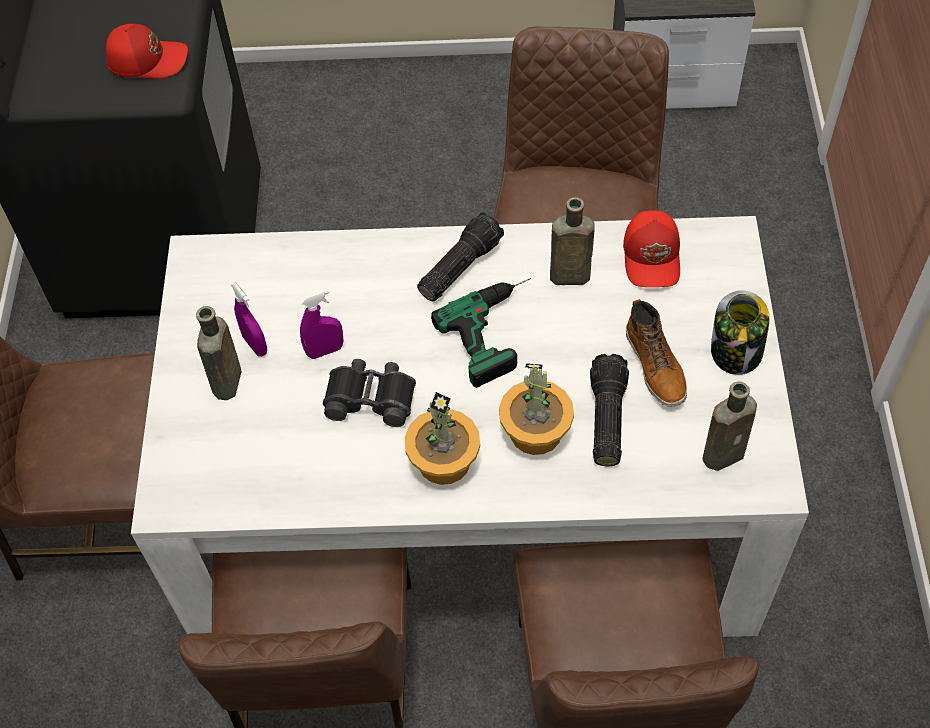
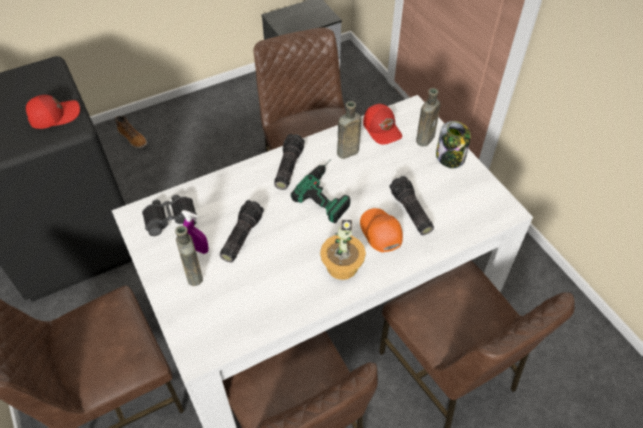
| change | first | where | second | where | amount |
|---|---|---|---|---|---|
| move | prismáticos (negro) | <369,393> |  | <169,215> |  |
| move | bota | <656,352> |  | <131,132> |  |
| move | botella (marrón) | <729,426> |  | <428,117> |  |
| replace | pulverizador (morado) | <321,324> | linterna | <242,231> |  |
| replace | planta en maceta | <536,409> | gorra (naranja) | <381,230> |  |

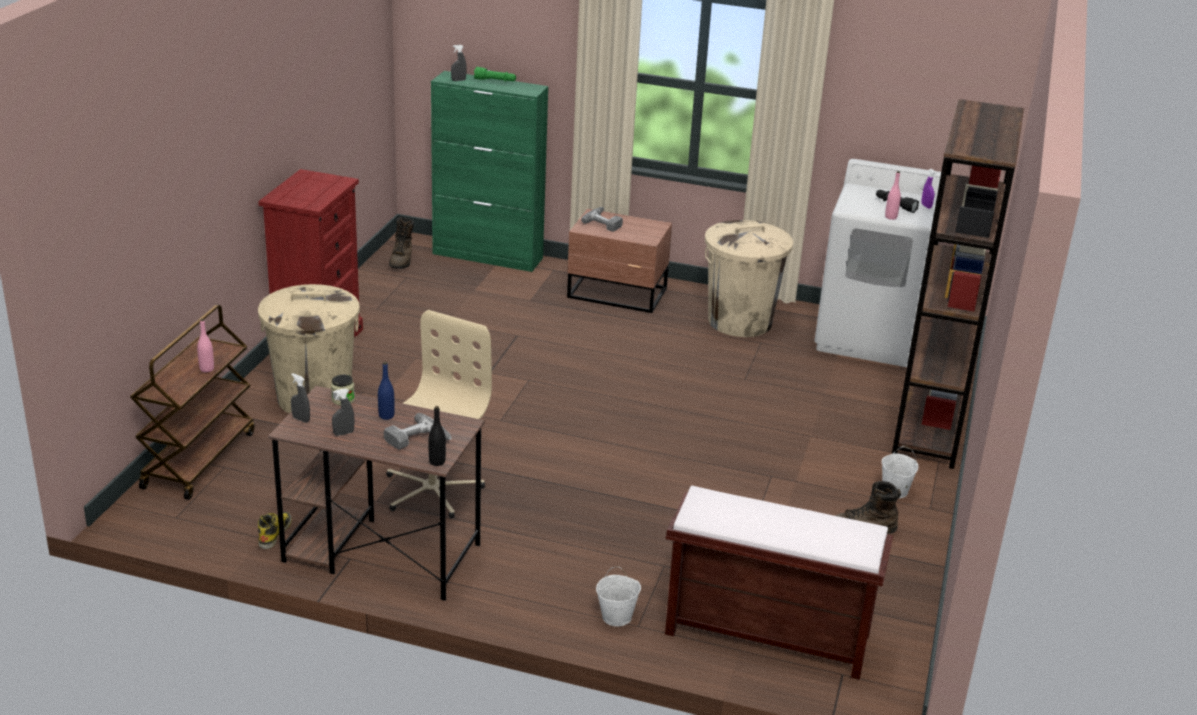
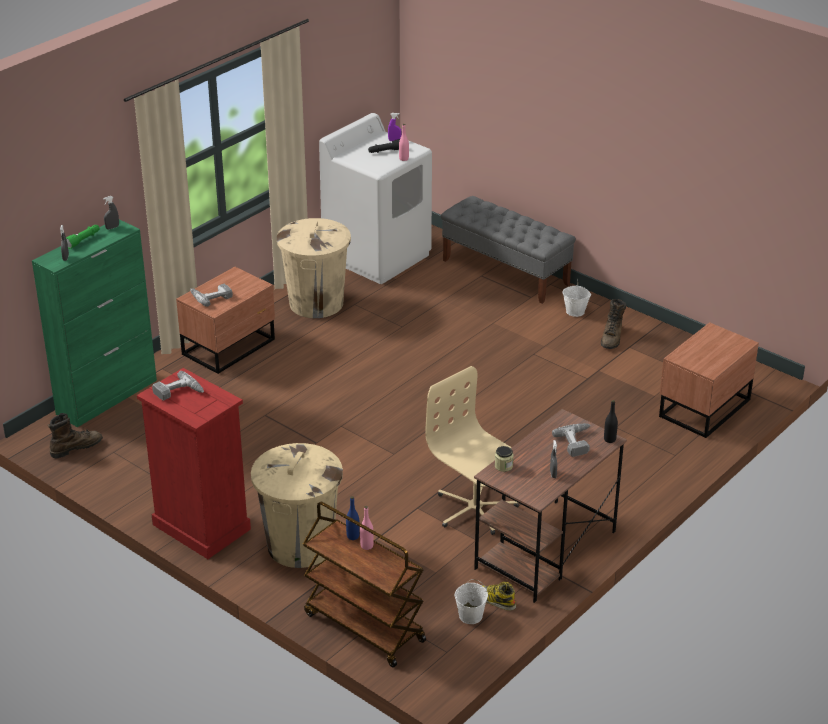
| change | first | where | second | where | amount |
|---|---|---|---|---|---|
| insert |  |  | taladro | <178,386> |  |
| move | pulverizador (gris) | <300,398> |  | <111,213> |  |
| move | botella (azul) | <386,391> |  | <353,518> |  |
| move | cubo (blanco) | <618,596> |  | <471,601> |  |
| replace | banco (marrón) | <779,583> | mesita de noche (marrón) | <709,380> |  |
| replace | estantería (marrón) | <958,284> | banco (gris) | <508,250> |  |
| rotate | bota (marrón) | <401,243> |  | <75,435> | 60 degrees counterclockwise |

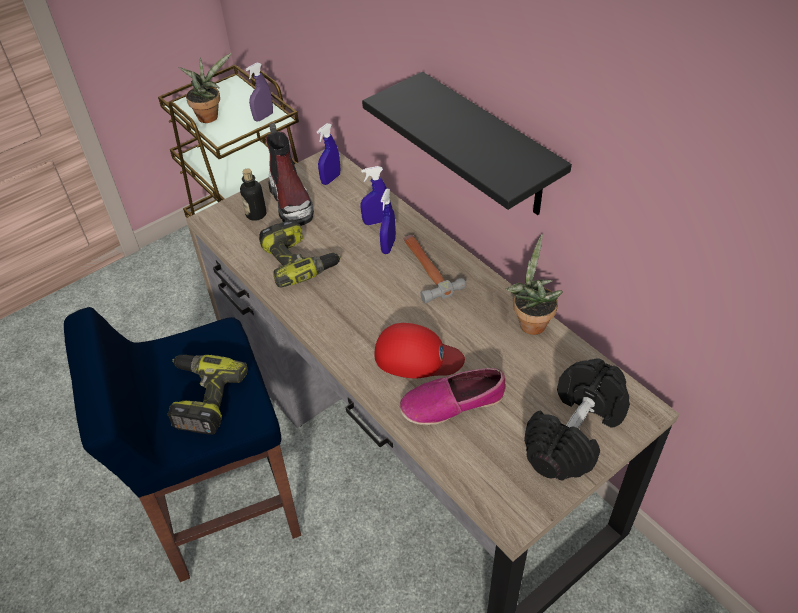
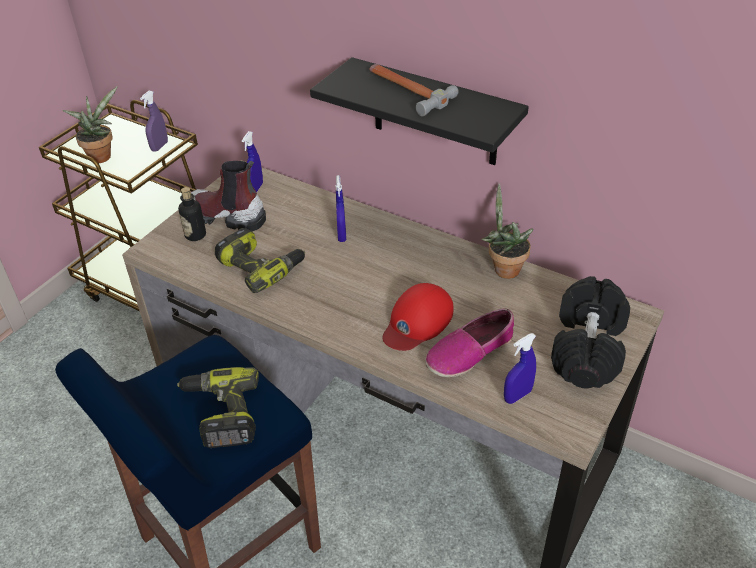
| change | first | where | second | where | amount |
|---|---|---|---|---|---|
| move | pulverizador (azul) | <374,195> |  | <520,368> |  |
| move | martillo | <435,269> |  | <413,90> |  |
| rotate | bota | <290,174> |  | <228,196> | 150 degrees clockwise |
| rotate | gorra (rojo) | <419,350> |  | <417,317> | 135 degrees clockwise |

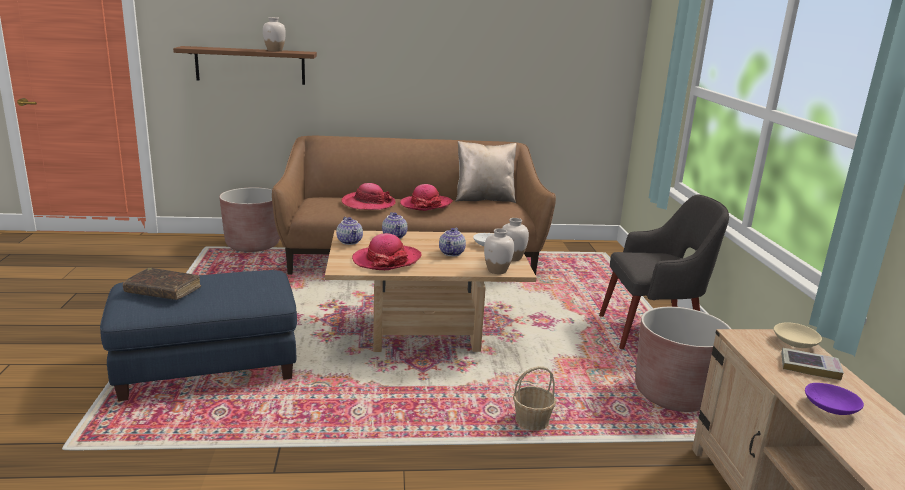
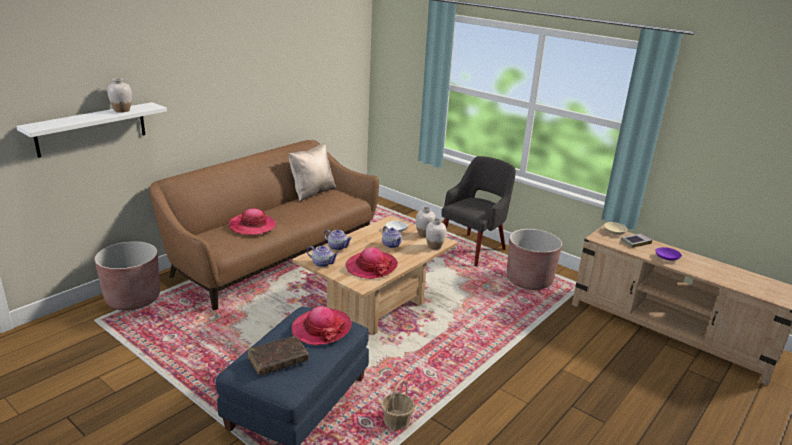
| change | first | where | second | where | amount |
|---|---|---|---|---|---|
| move | sombrero | <426,197> |  | <321,325> |  |
| move | cesta | <534,398> |  | <398,404> |  |
| recolor | estante (marrón) | <245,65> | estante (blanco) | <91,130> |  |

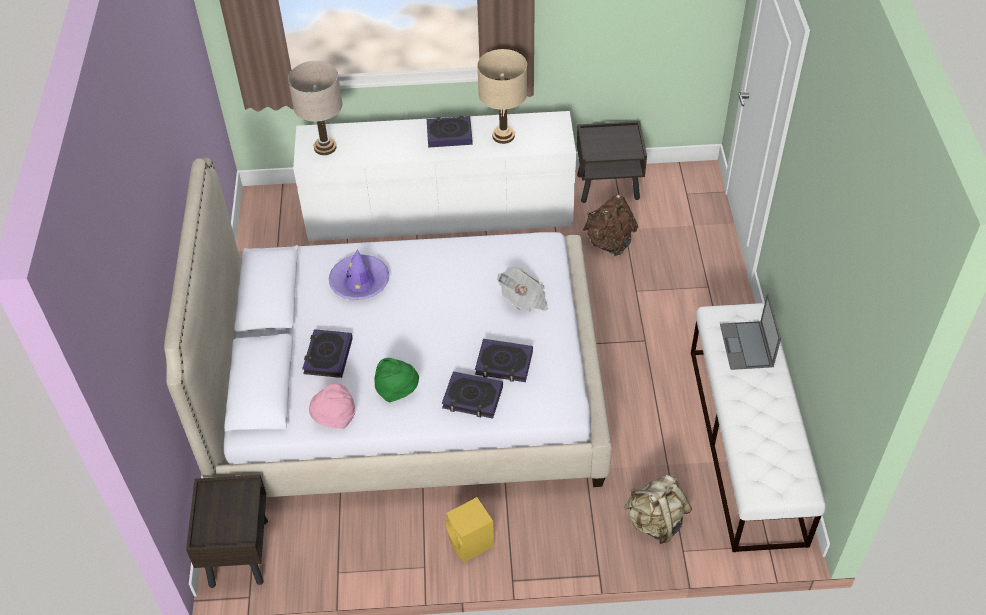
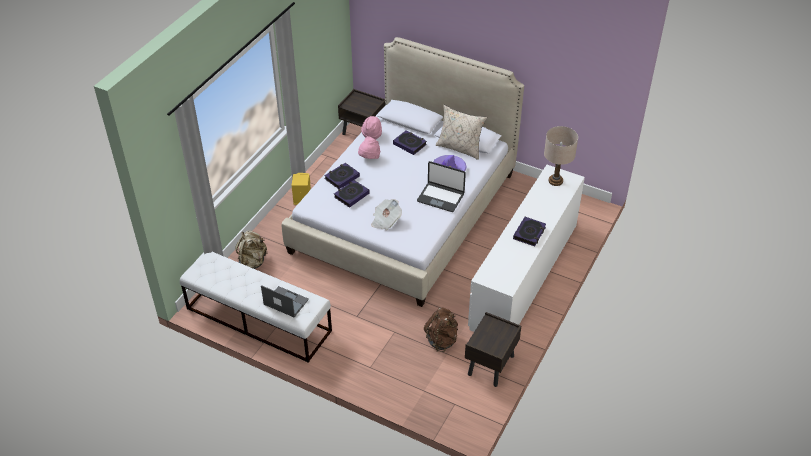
| change | first | where | second | where | amount |
|---|---|---|---|---|---|
| delete | lámpara de mesa (beis) | <502,96> |  |  |  |
| insert |  |  | portátil | <441,186> |  |
| insert |  |  | cojín (beis) | <461,132> |  |
| recolor | sombrero (verde) | <396,380> | sombrero (rosa) | <369,148> |  |

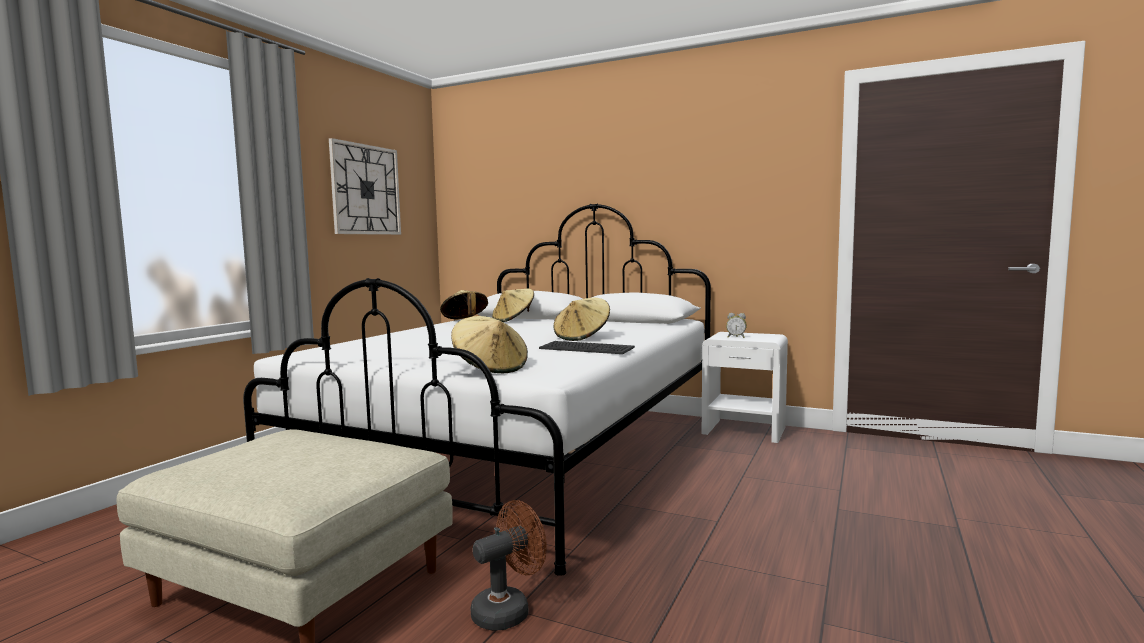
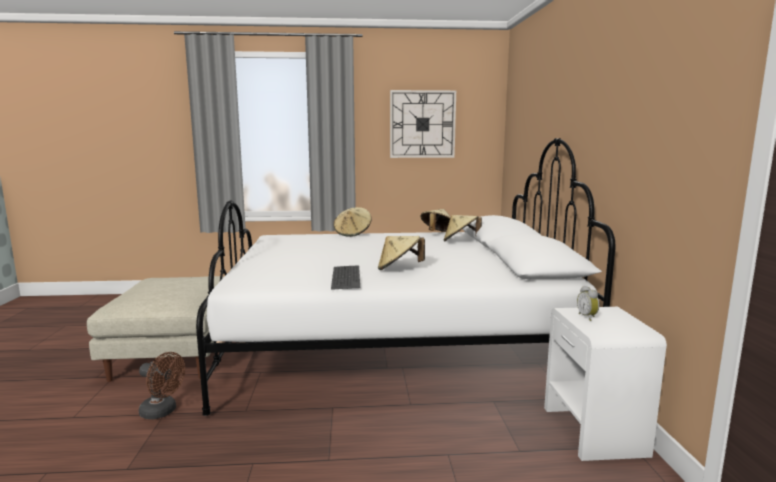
| change | first | where | second | where | amount |
|---|---|---|---|---|---|
| move | sombrero (beis) | <489,344> |  | <353,222> |  |

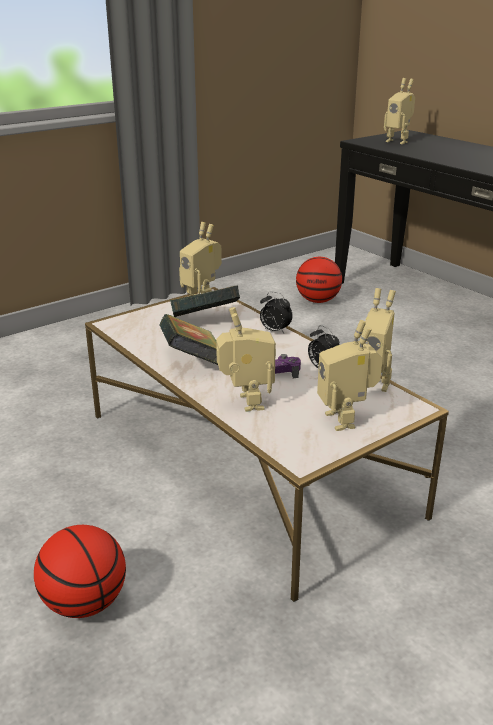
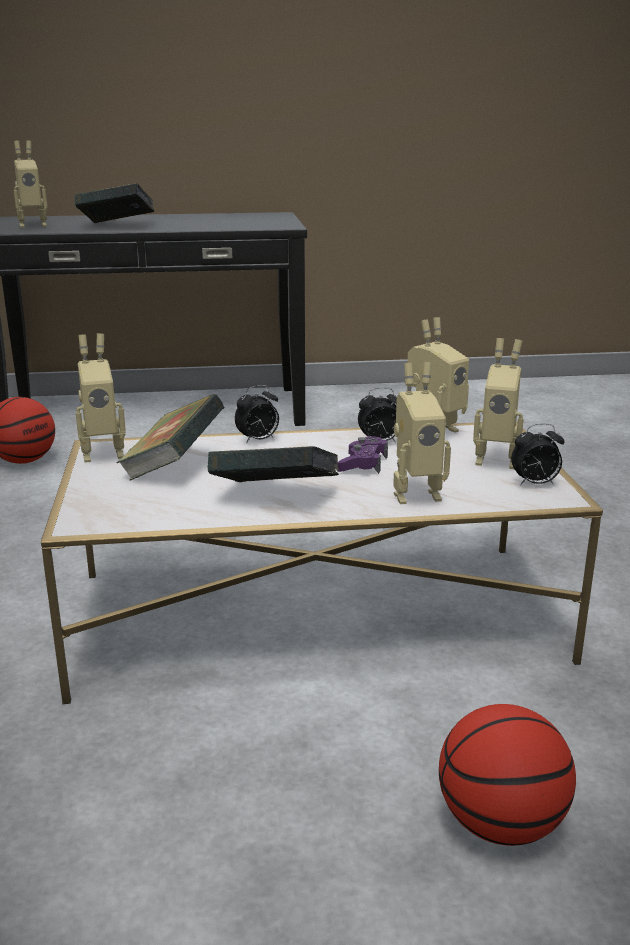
| change | first | where | second | where | amount |
|---|---|---|---|---|---|
| insert |  |  | libro | <115,203> |  |
| insert |  |  | despertador | <537,454> |  |
| rotate | robot de juguete | <246,359> |  | <422,433> | 150 degrees clockwise |

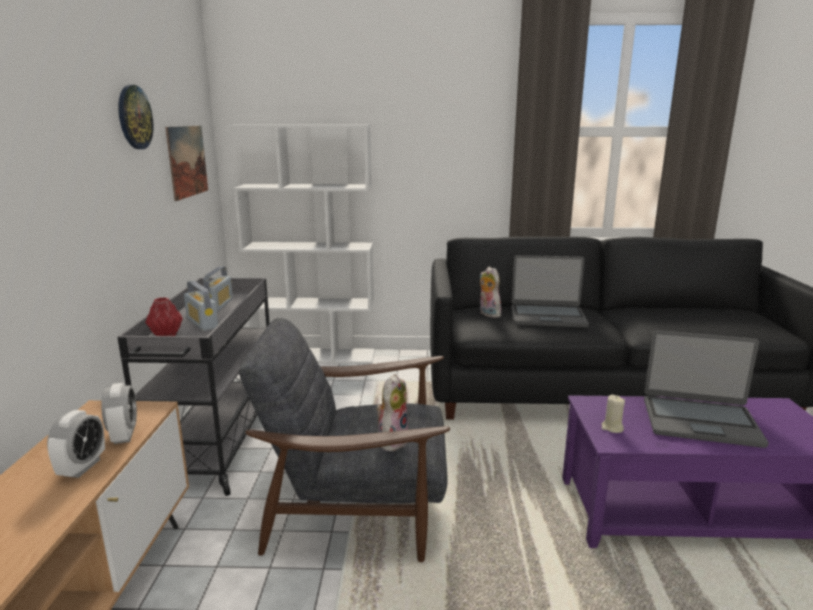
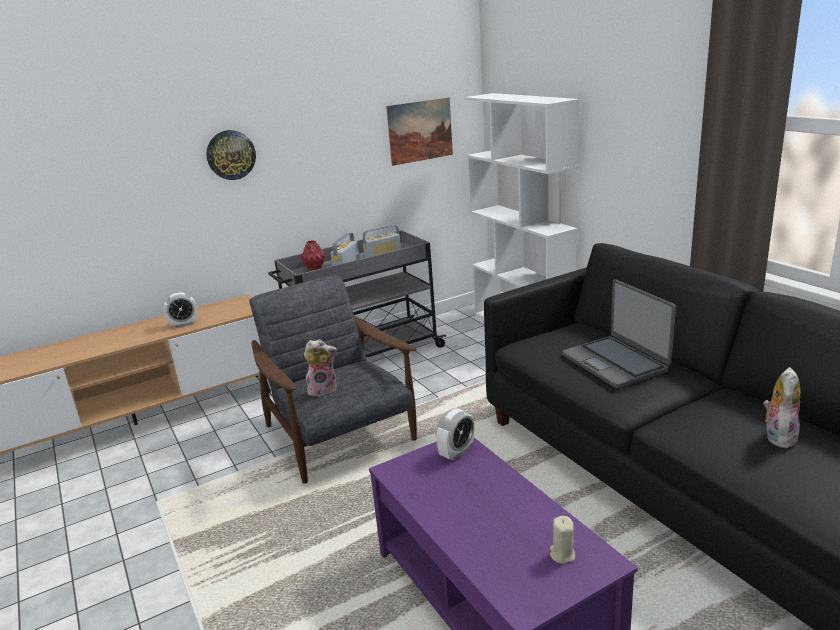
| change | first | where | second | where | amount |
|---|---|---|---|---|---|
| delete | portátil | <706,389> |  |  |  |
| move | despertador | <119,413> |  | <455,434> |  |
| move | reloj de pared | <135,117> |  | <231,155> |  |
| move | peluche | <490,292> |  | <782,407> |  |
| move | vela (beis) | <613,414> |  | <562,540> |  |

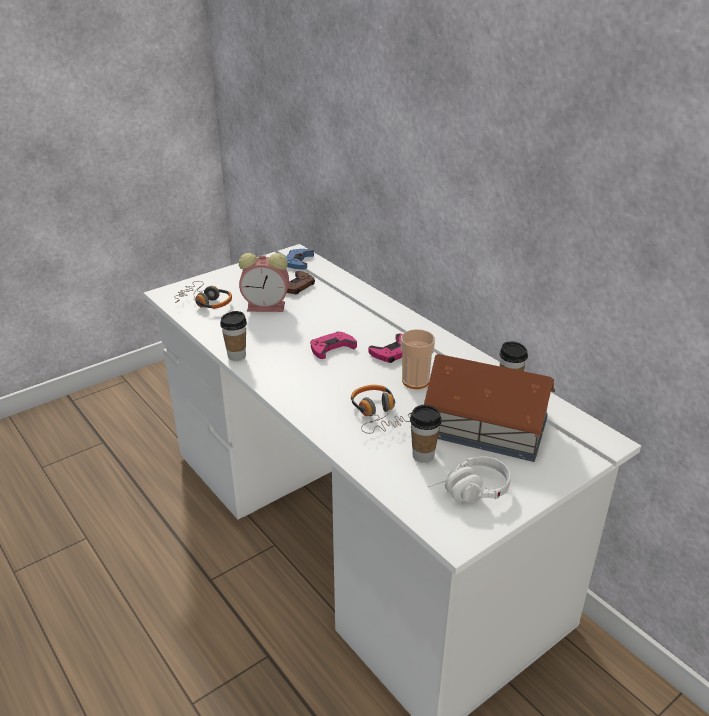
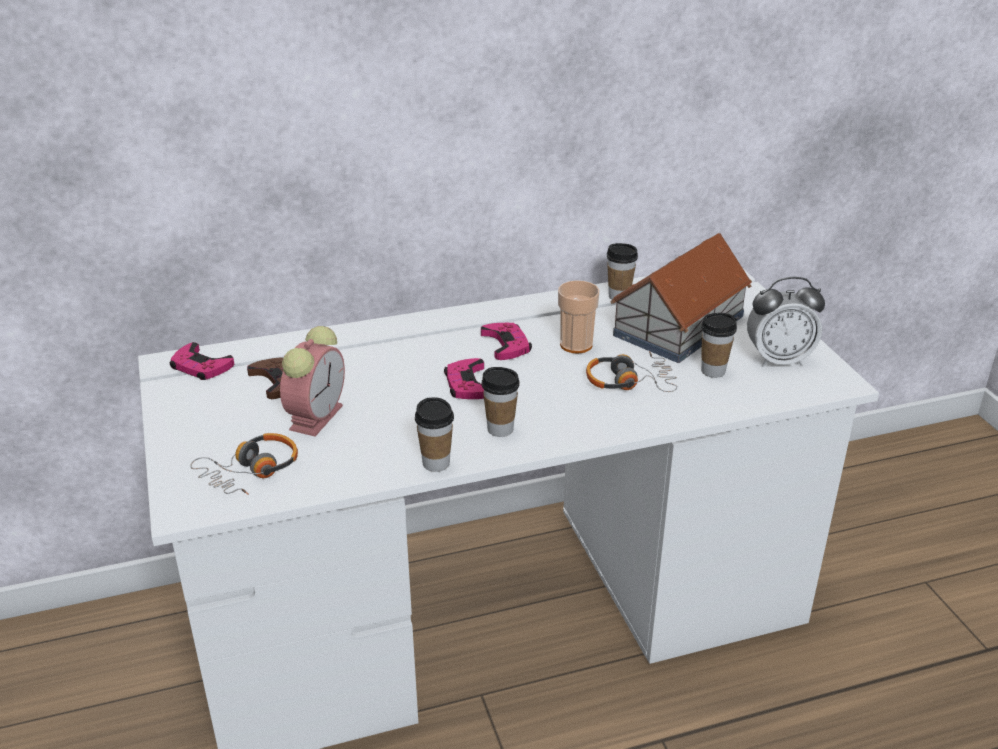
| change | first | where | second | where | amount |
|---|---|---|---|---|---|
| insert |  |  | taza | <501,402> |  |
| replace | auriculares (blanco) | <469,479> | despertador | <786,322> |  |
| recolor | mando de consola (azul) | <300,259> | mando de consola (rosa) | <202,361> |  |

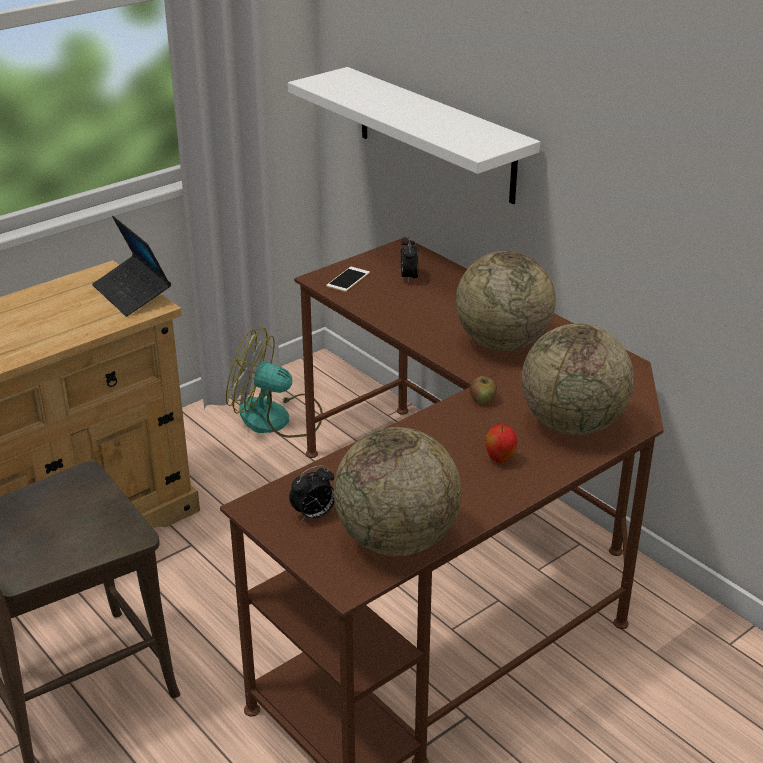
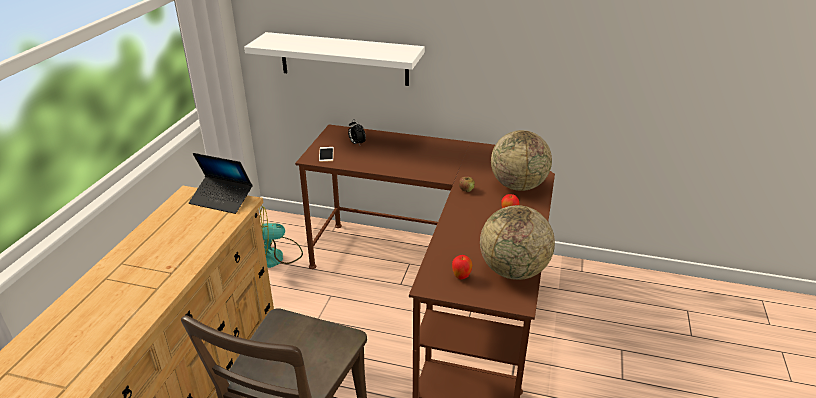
| change | first | where | second | where | amount |
|---|---|---|---|---|---|
| delete | globo terráqueo | <506,301> |  |  |  |
| replace | despertador | <311,493> | manzana | <462,267> |  |

